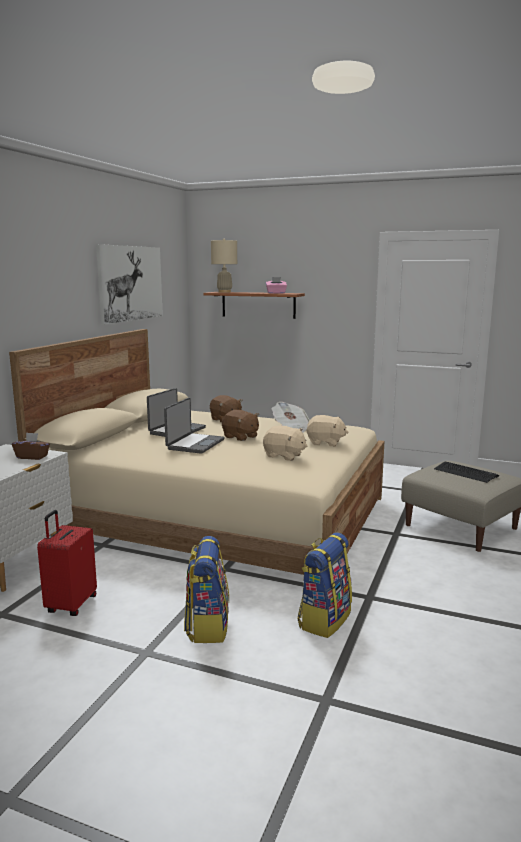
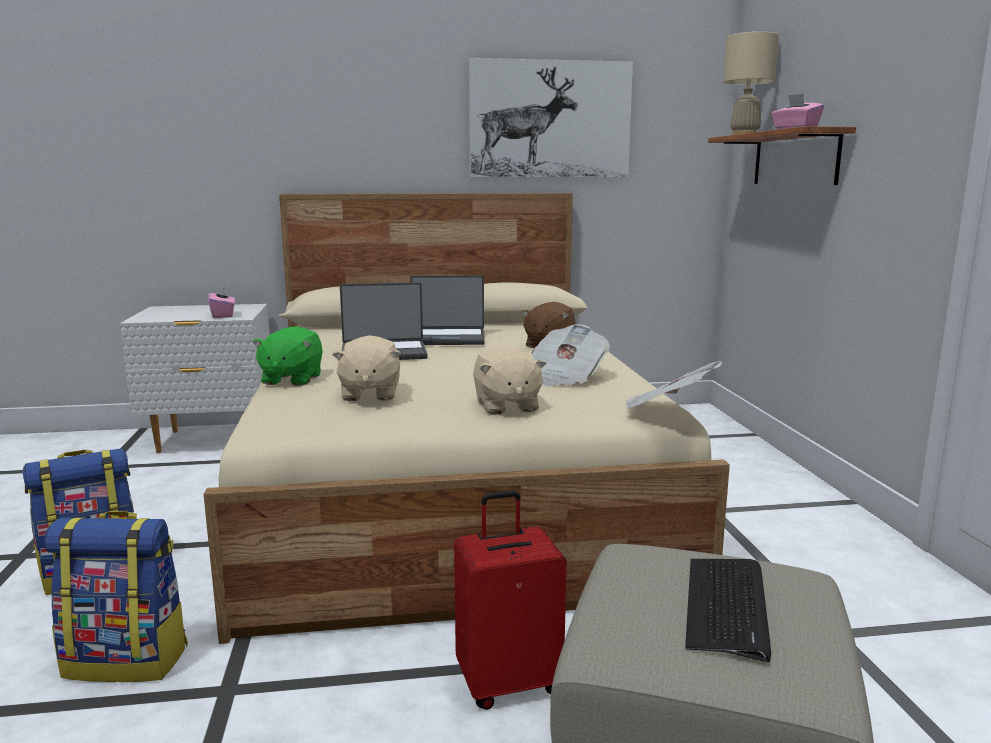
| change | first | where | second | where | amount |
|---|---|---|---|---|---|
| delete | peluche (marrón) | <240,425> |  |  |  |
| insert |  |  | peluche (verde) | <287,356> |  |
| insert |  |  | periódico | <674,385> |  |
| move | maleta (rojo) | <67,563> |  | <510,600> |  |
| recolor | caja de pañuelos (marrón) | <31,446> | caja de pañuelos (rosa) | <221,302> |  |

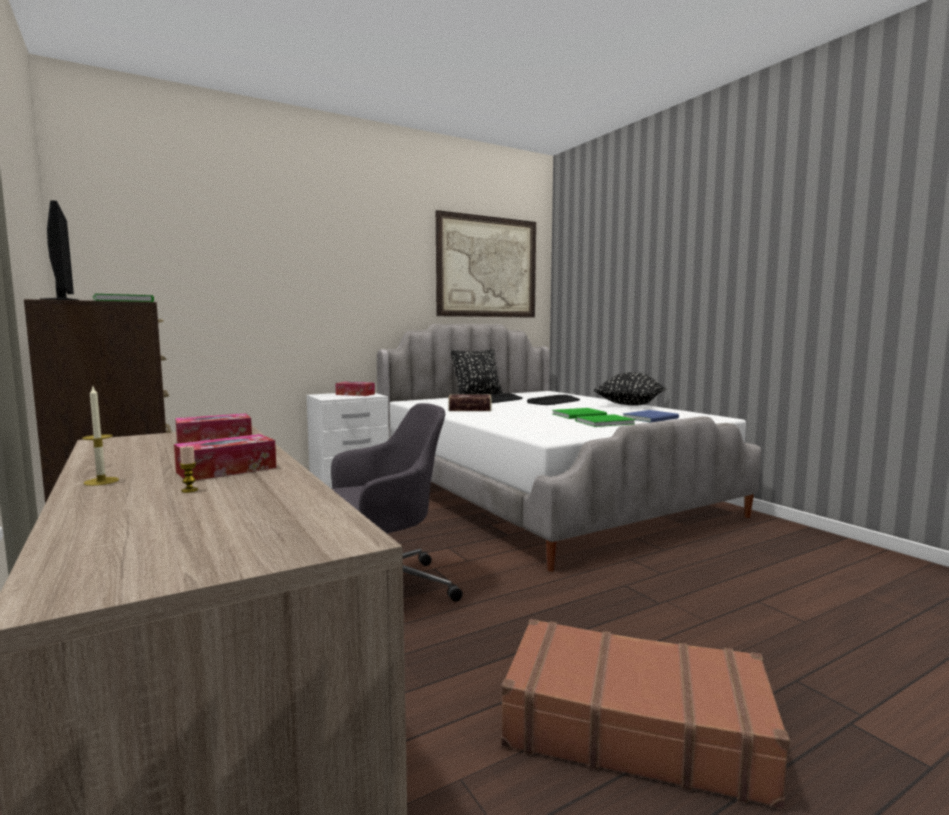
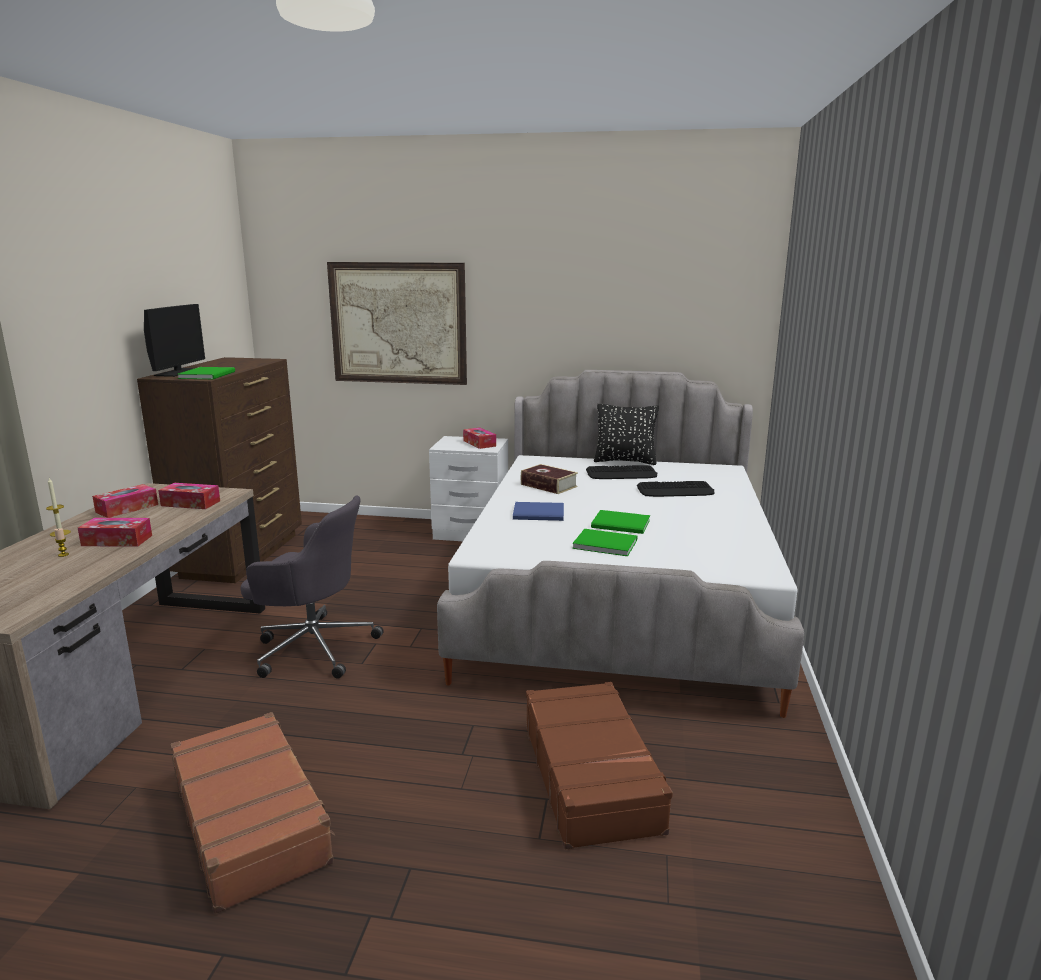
| change | first | where | second | where | amount |
|---|---|---|---|---|---|
| delete | cojín (negro) | <630,389> |  |  |  |
| insert |  |  | caja de pañuelos | <125,501> |  |
| insert |  |  | maleta (marrón) | <599,765> |  |
| move | cuadro | <486,264> |  | <397,323> |  |
| move | libro (azul) | <651,416> |  | <538,511> |  |

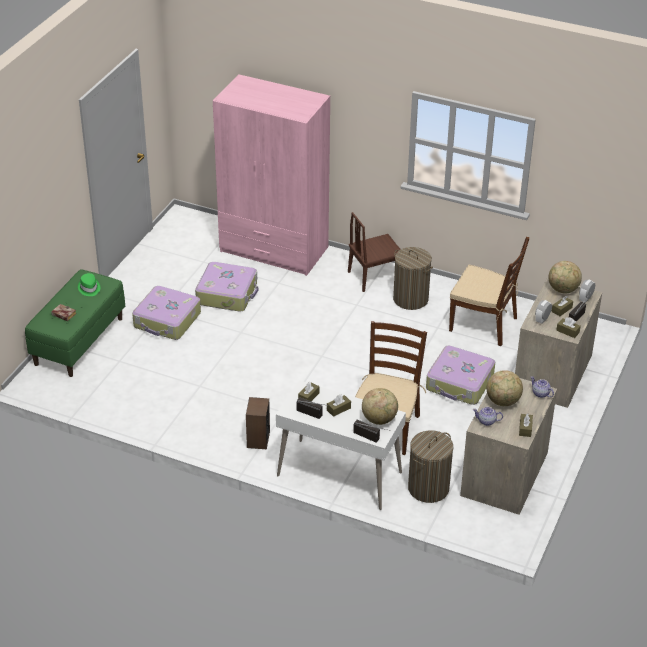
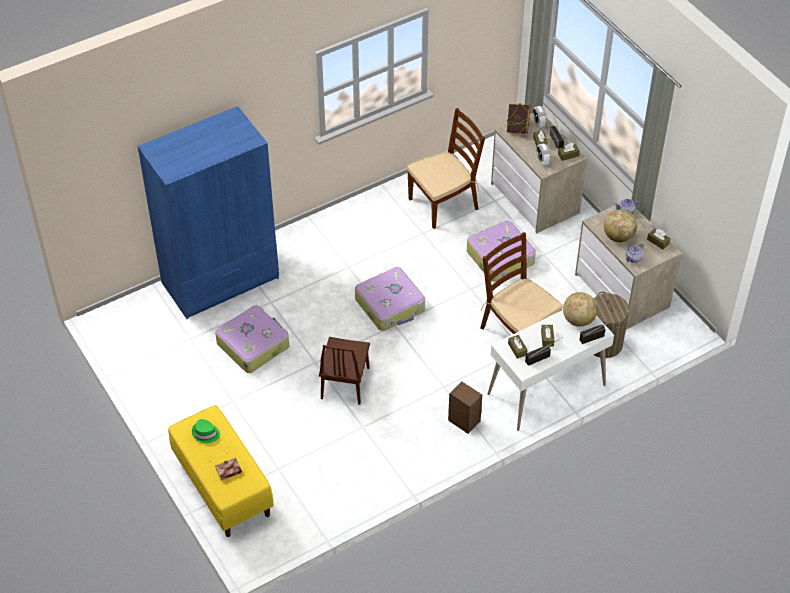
| change | first | where | second | where | amount |
|---|---|---|---|---|---|
| delete | cesto de la ropa | <413,278> |  |  |  |
| move | maleta | <166,313> |  | <390,299> |  |
| move | silla (marrón) | <374,252> |  | <344,371> |  |
| replace | globo terráqueo | <565,277> | libro | <519,118> |  |
| recolor | banco (verde) | <75,323> | banco (amarillo) | <221,471> |  |
| recolor | armario ropero (rosa) | <271,175> | armario ropero (azul) | <208,212> |  |

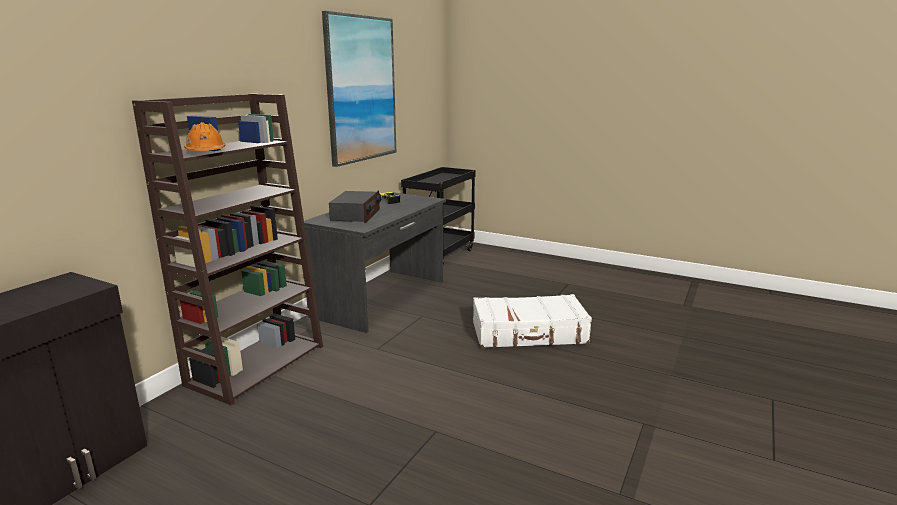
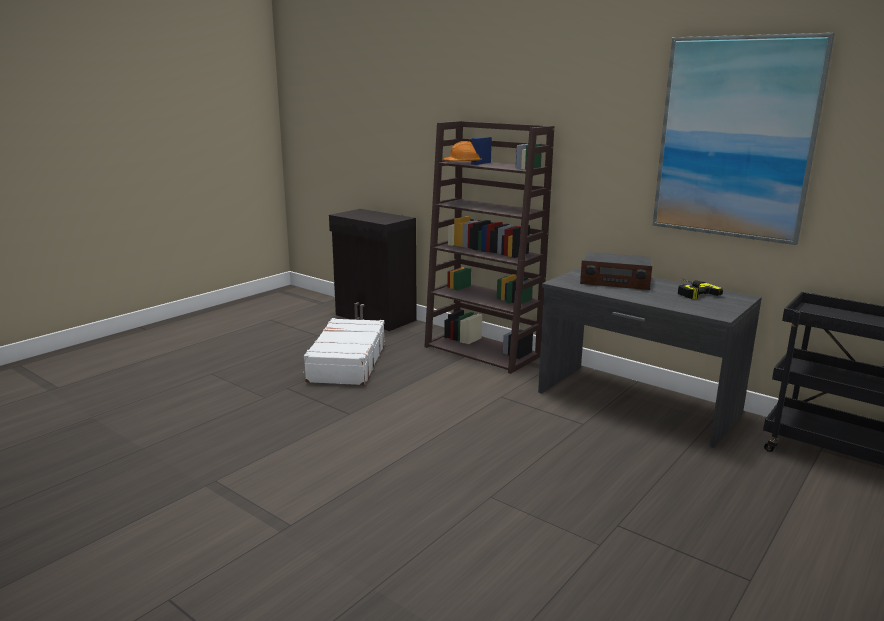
| change | first | where | second | where | amount |
|---|---|---|---|---|---|
| move | maleta (blanco) | <532,321> |  | <344,351> |  |

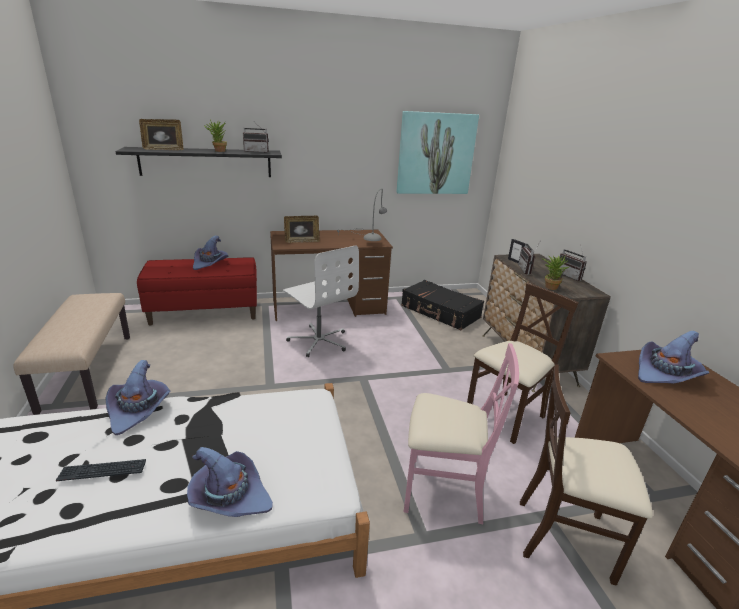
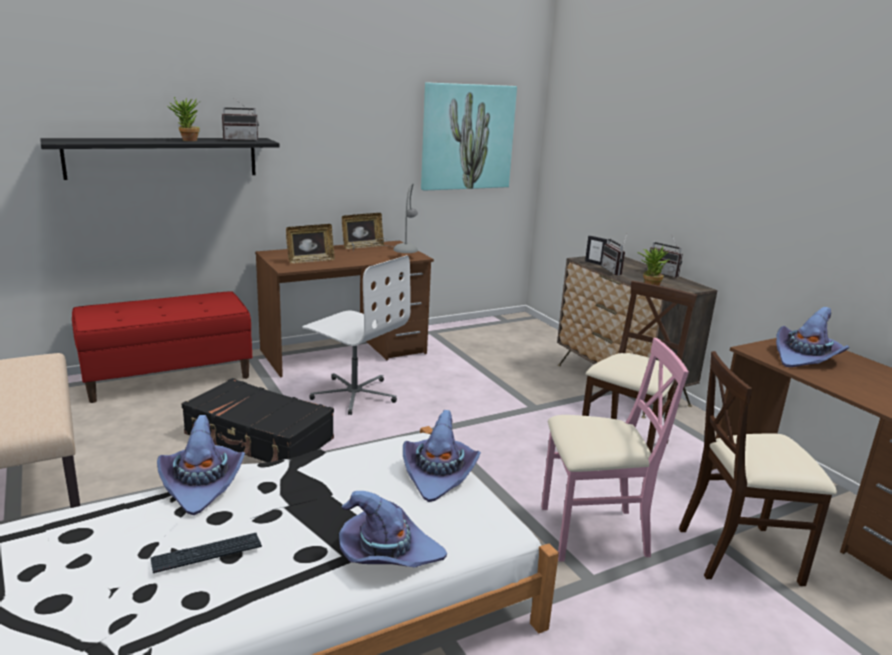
| change | first | where | second | where | amount |
|---|---|---|---|---|---|
| move | portarretratos | <161,134> |  | <363,231> |  |
| move | sombrero (morado) | <210,252> |  | <442,456> |  |
| move | maleta (negro) | <442,305> |  | <258,420> |  |

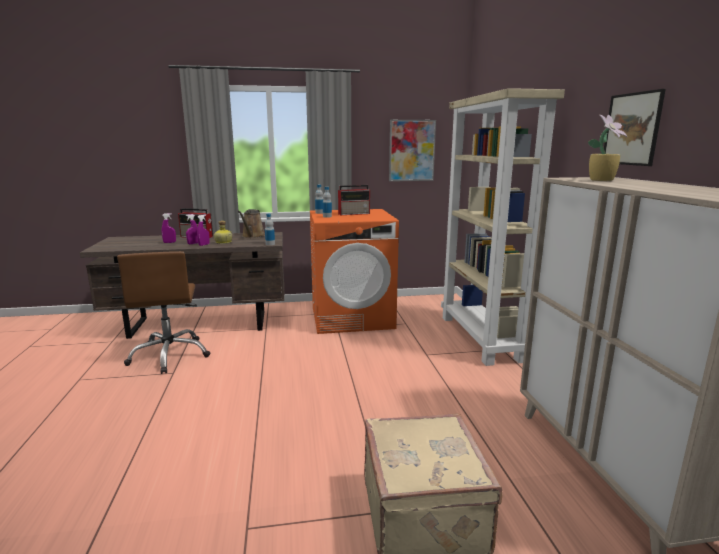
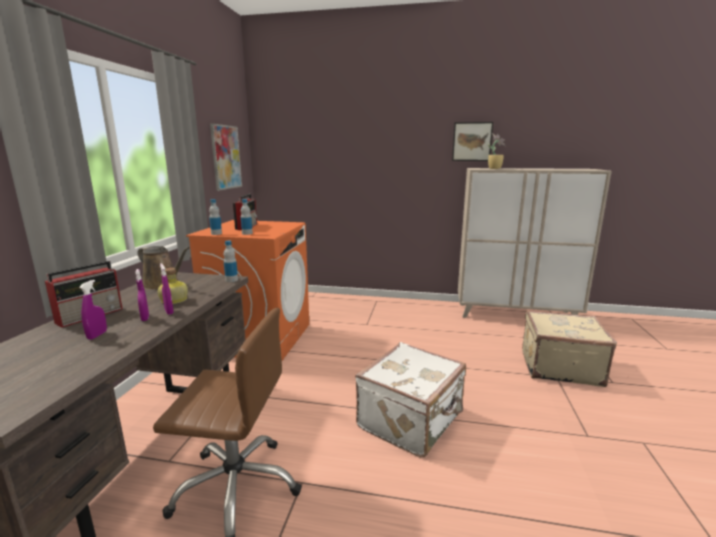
| change | first | where | second | where | amount |
|---|---|---|---|---|---|
| delete | estantería (beis) | <503,227> |  |  |  |
| insert |  |  | maleta (blanco) | <410,399> |  |

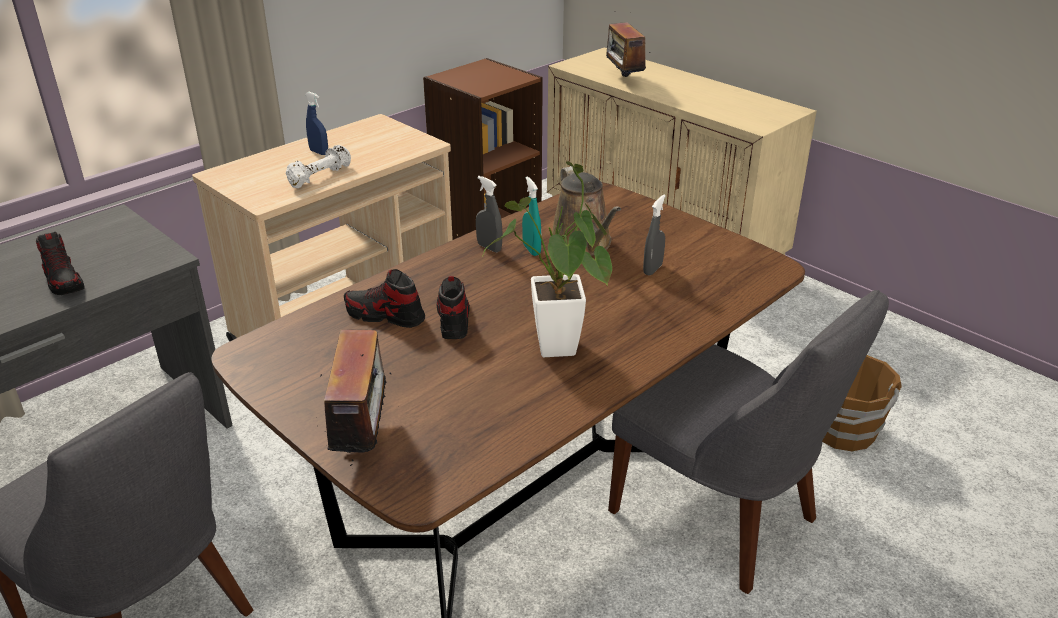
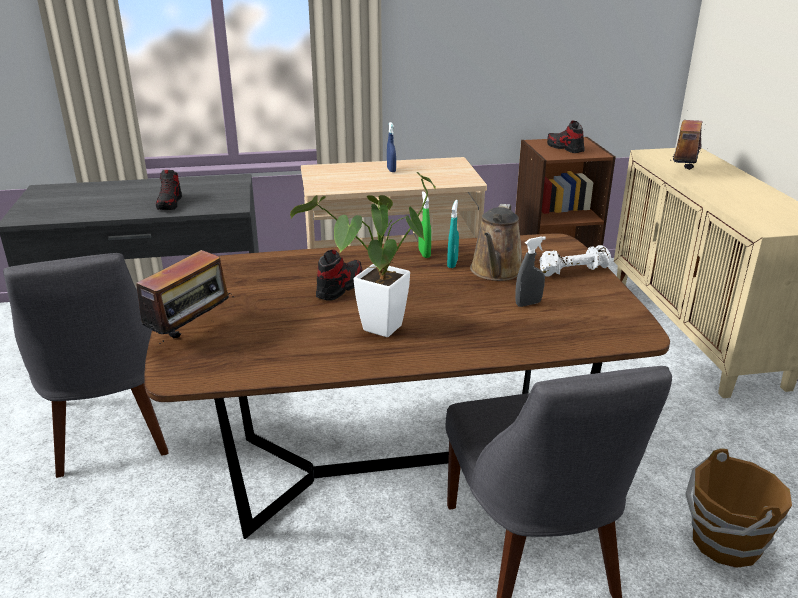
| change | first | where | second | where | amount |
|---|---|---|---|---|---|
| move | mancuerna (blanco) | <318,166> |  | <575,261> |  |
| move | zapato | <384,298> |  | <566,136> |  |
| recolor | pulverizador (gris) | <489,214> | pulverizador (verde) | <424,224> |  |

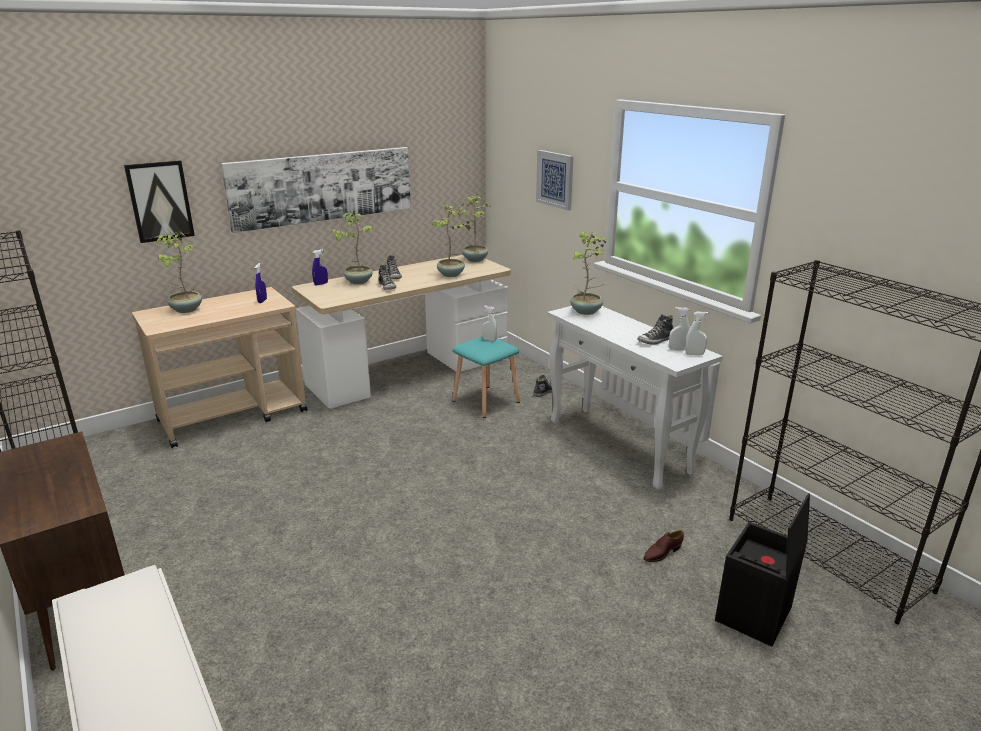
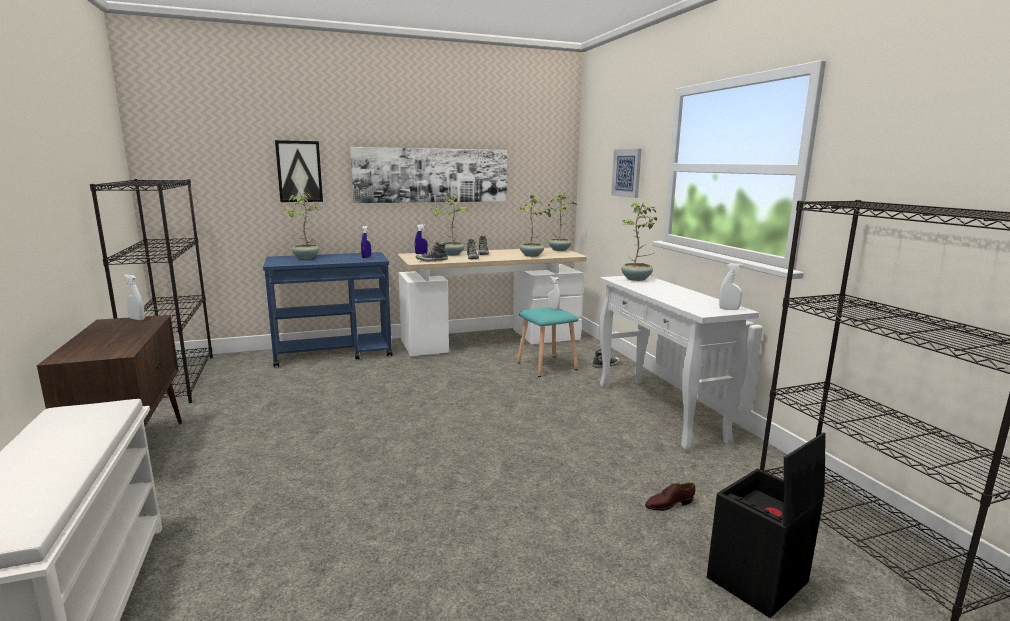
| change | first | where | second | where | amount |
|---|---|---|---|---|---|
| move | zapato | <655,329> |  | <432,251> |  |
| move | pulverizador (blanco) | <679,328> |  | <134,297> |  |
| recolor | carrito (beis) | <219,367> | carrito (azul) | <327,309> |  |

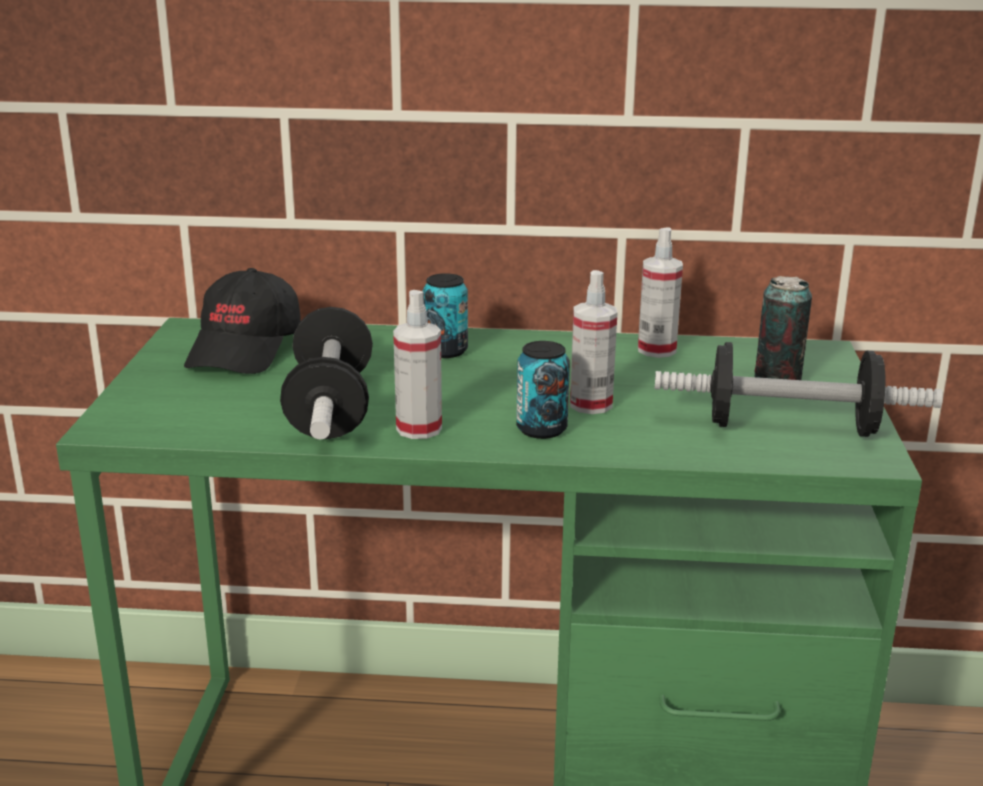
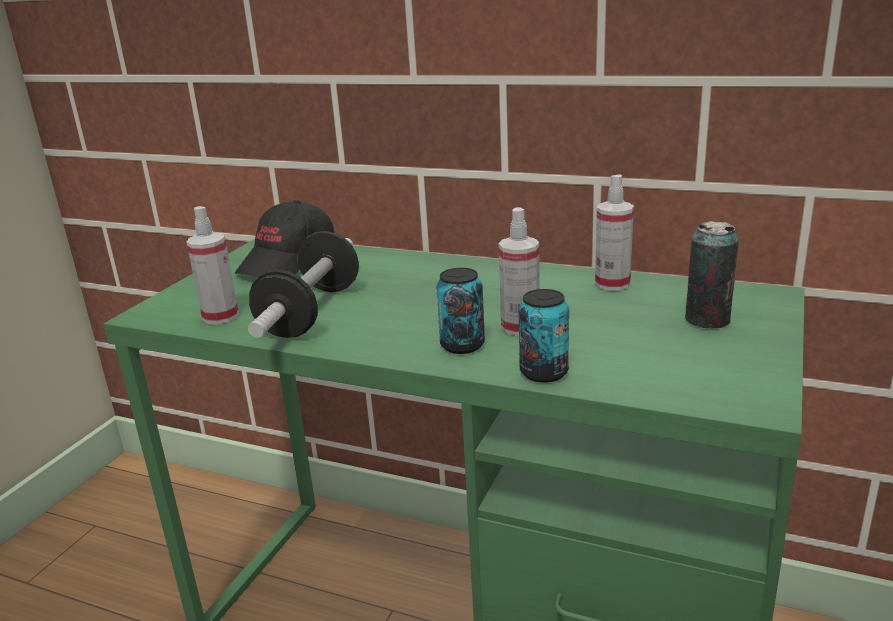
| change | first | where | second | where | amount |
|---|---|---|---|---|---|
| delete | mancuerna | <799,389> |  |  |  |
| move | pulverizador | <417,364> |  | <213,265> |  |
| move | lata | <445,315> |  | <543,336> |  |

